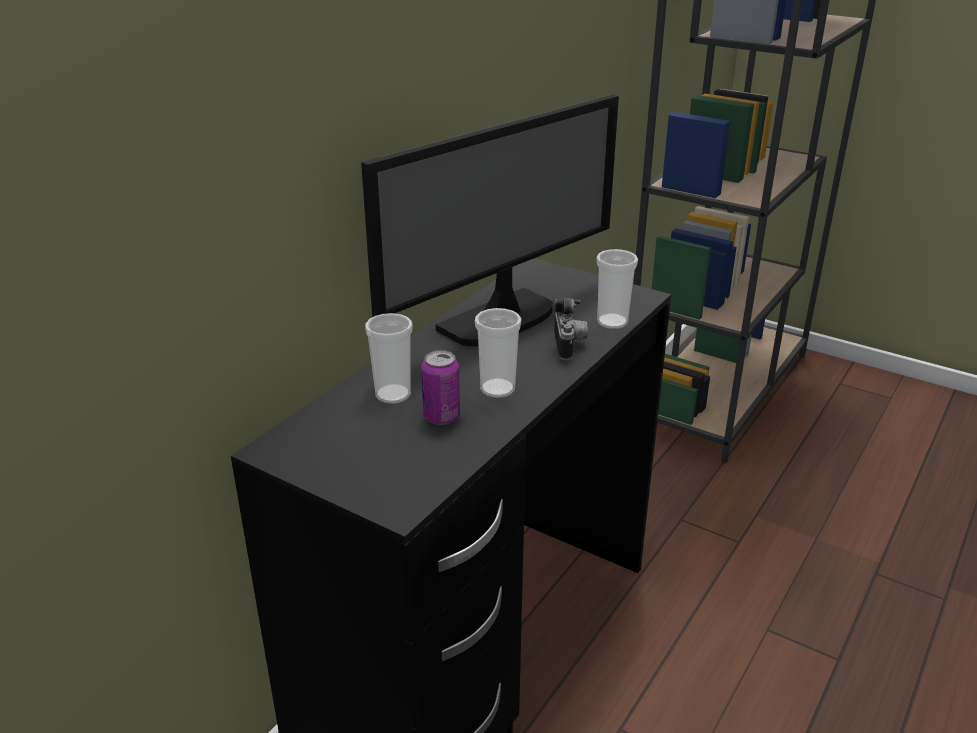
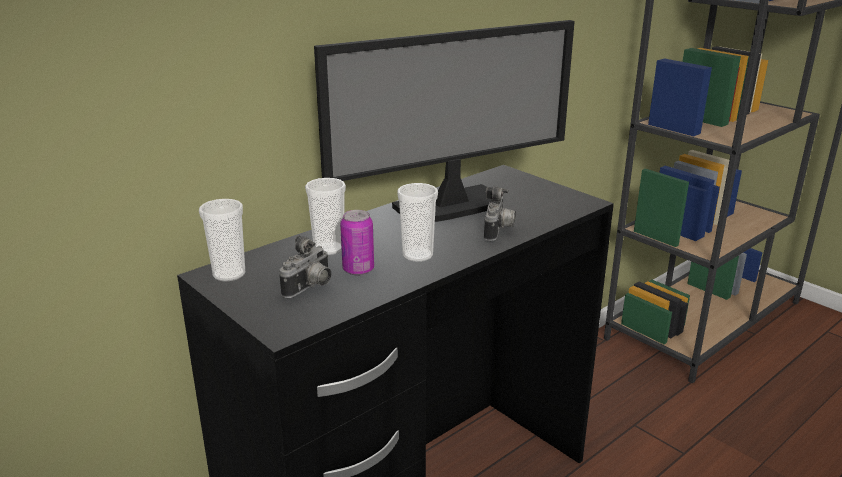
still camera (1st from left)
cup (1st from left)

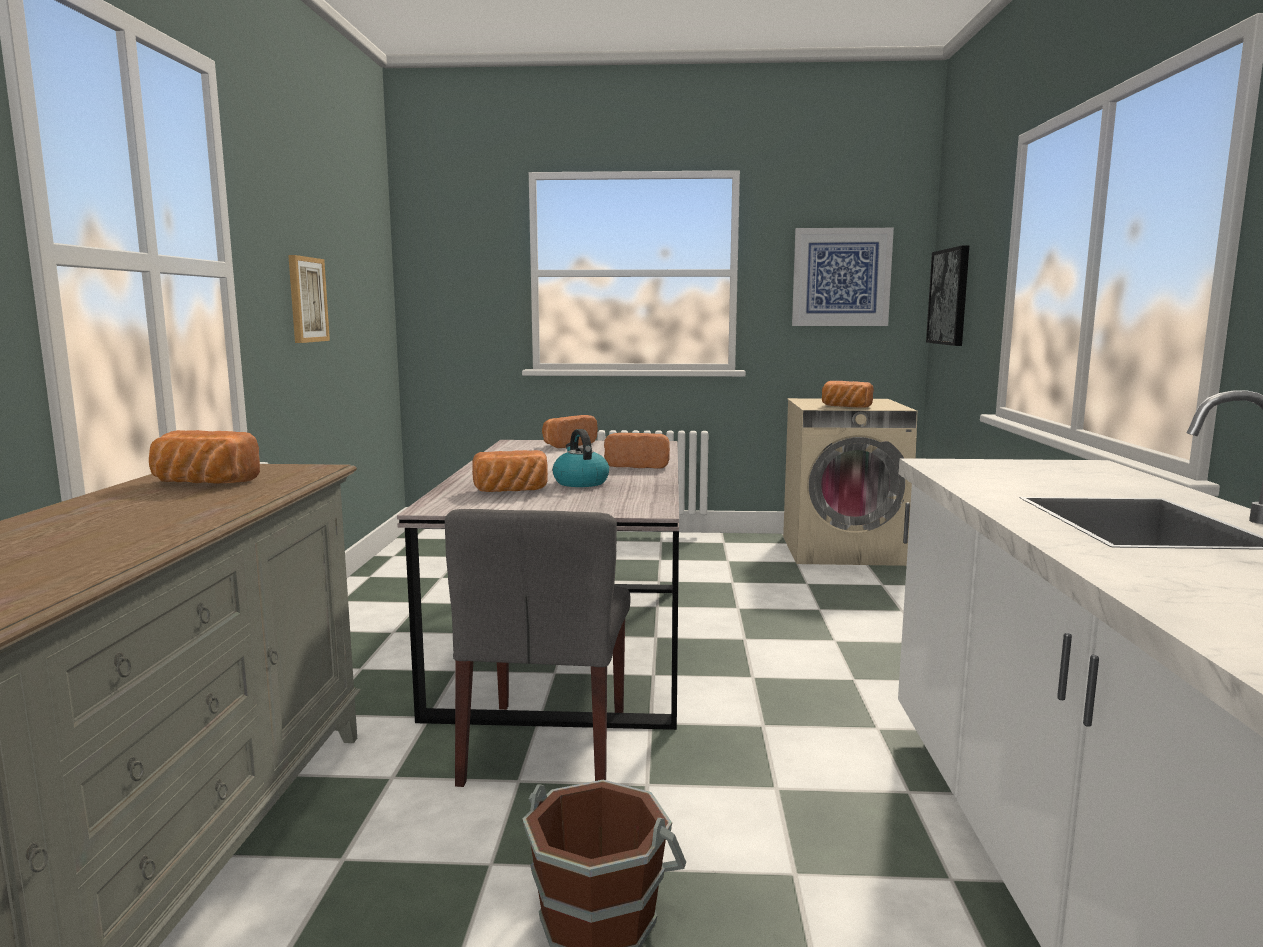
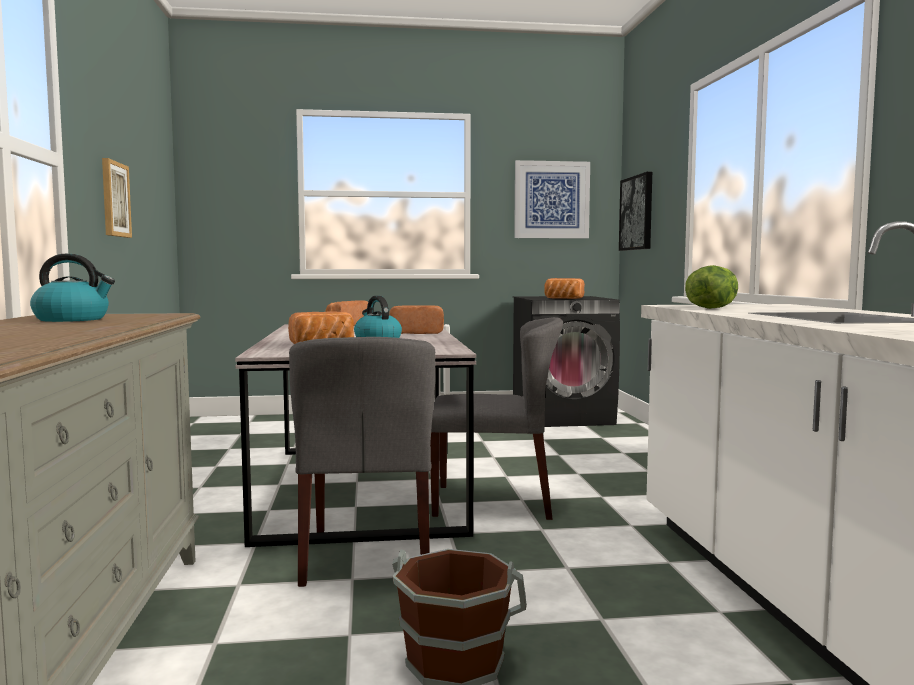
greyish upright chair (2nd from left)
lettuce
water kettle (1st from left)
black laundry machine

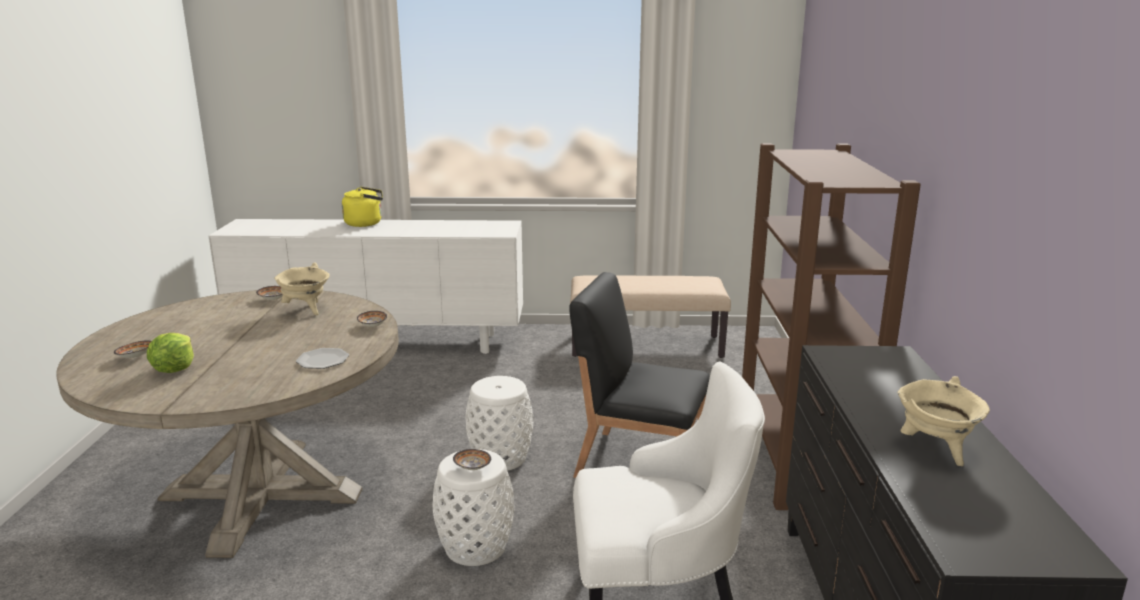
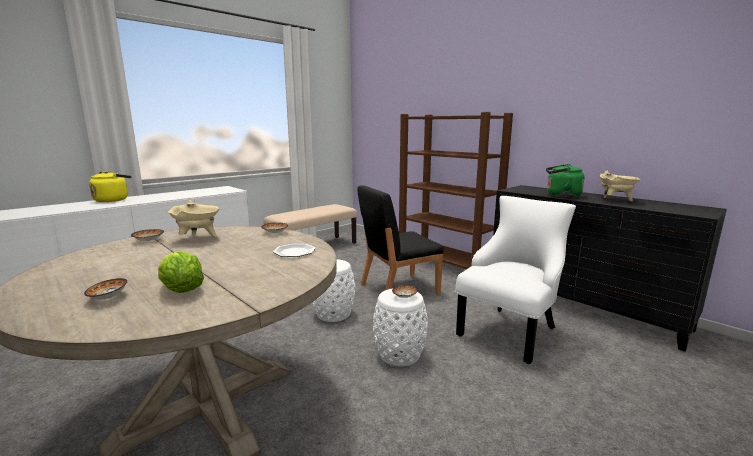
green-coloured water kettle

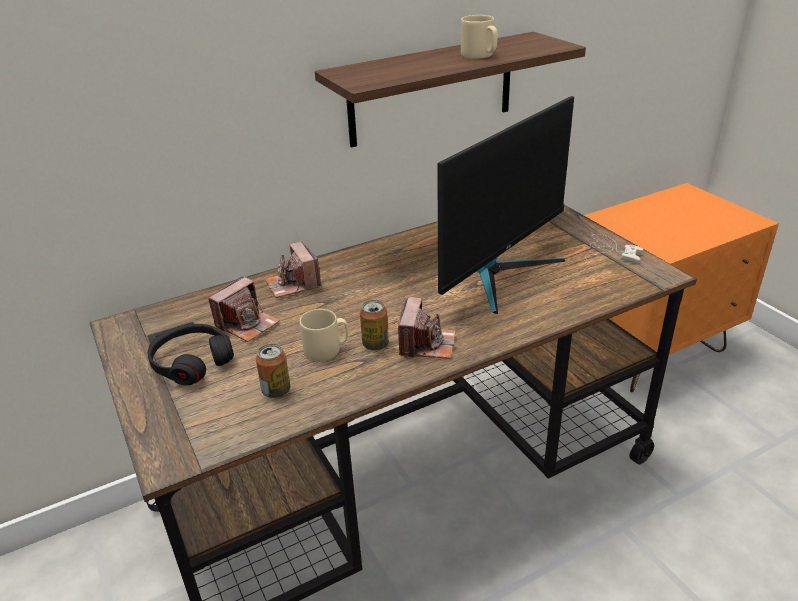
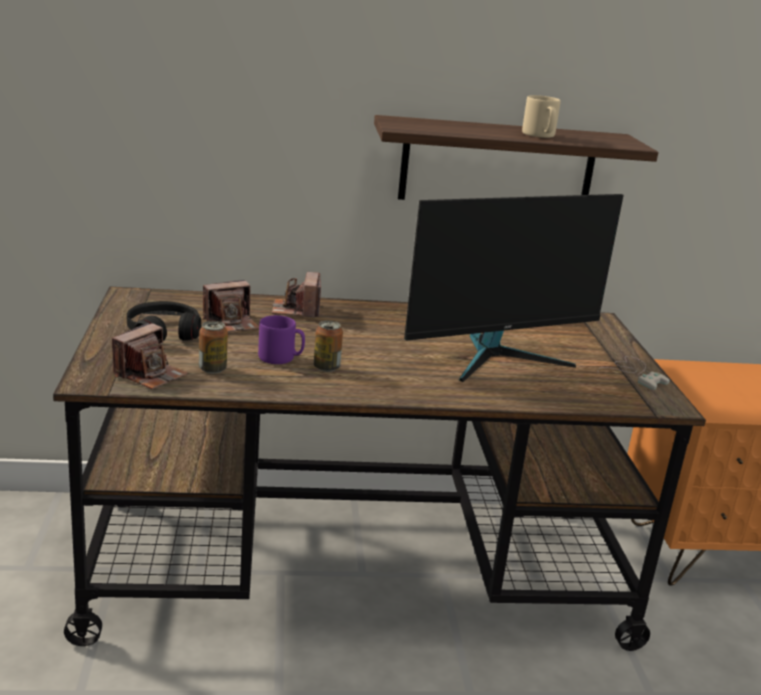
still camera (1st from left)
purplish mug

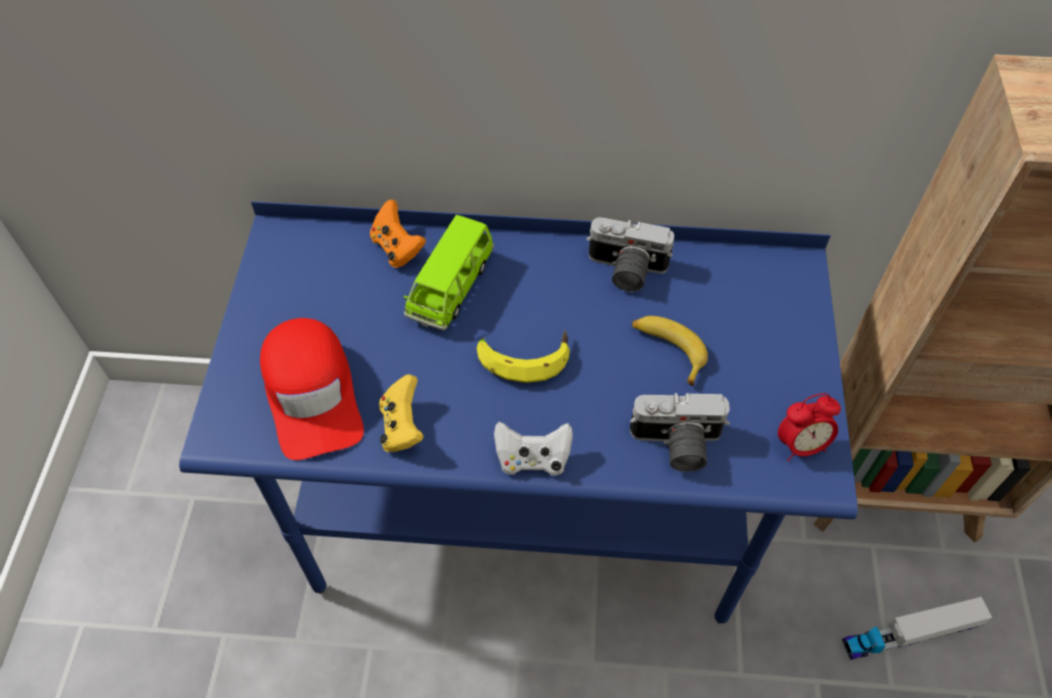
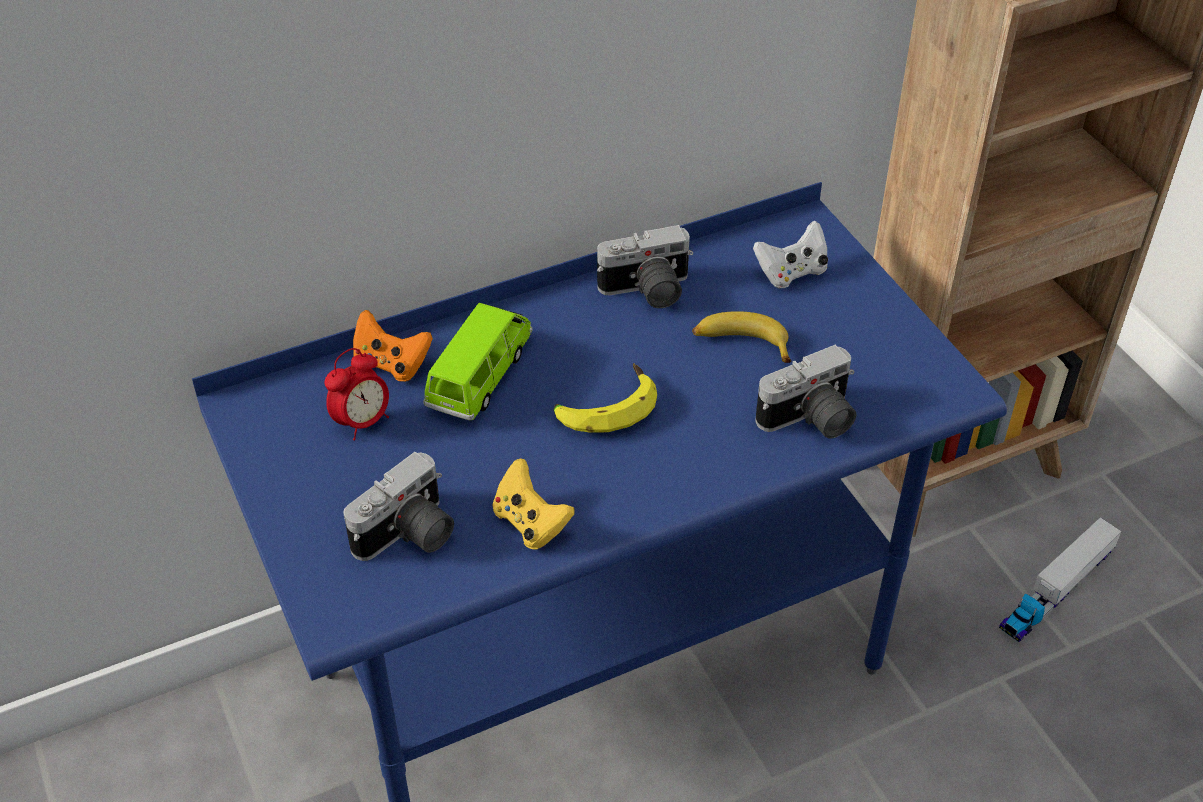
white-coloured gamepad
alarm clock
still camera (1st from left)
green-coloured miniature car

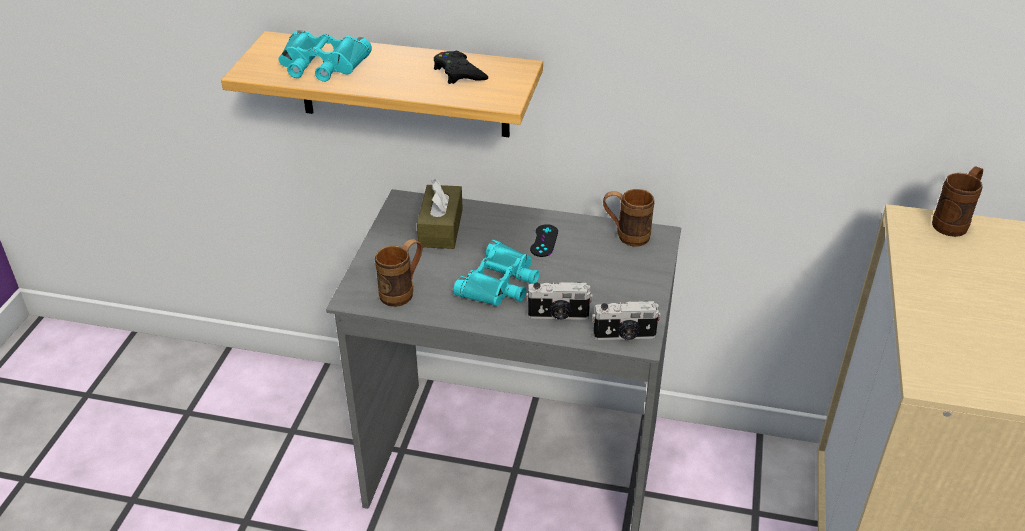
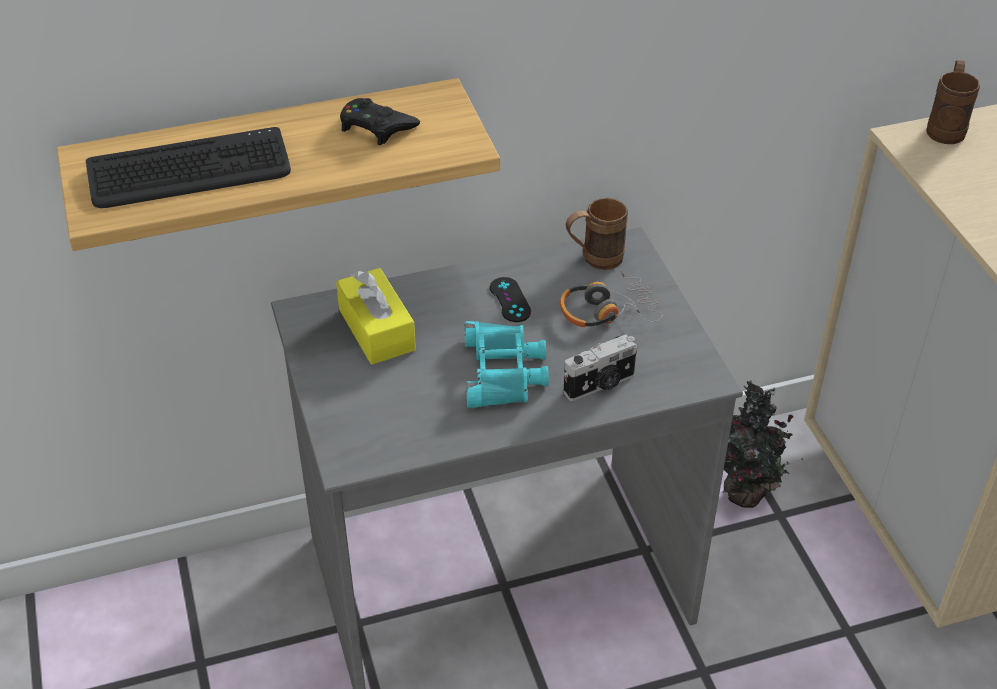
brown mug (1st from left in the first image)
still camera (2nd from left in the first image)
headphones
houseplant
computer keyboard
yellowish box of tissues

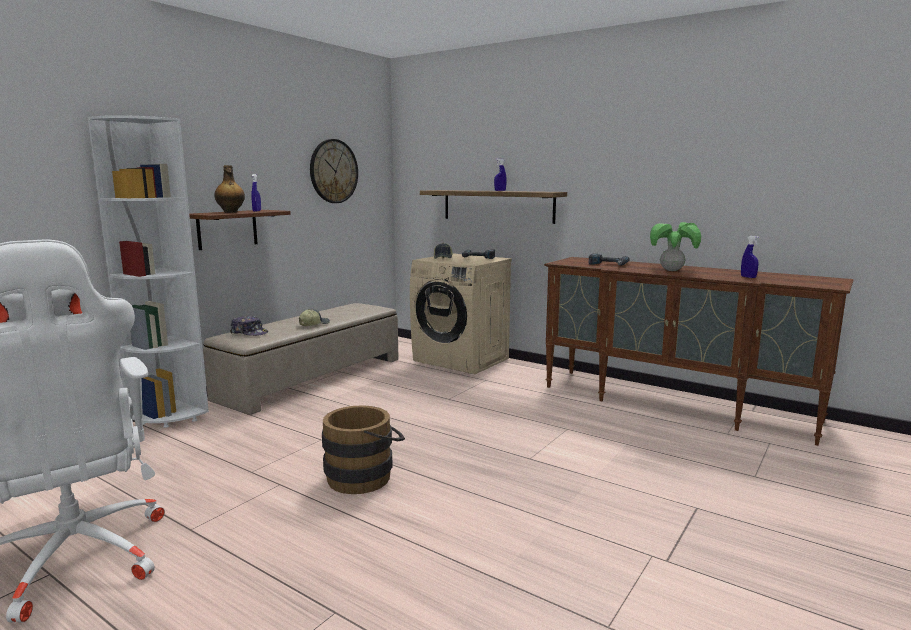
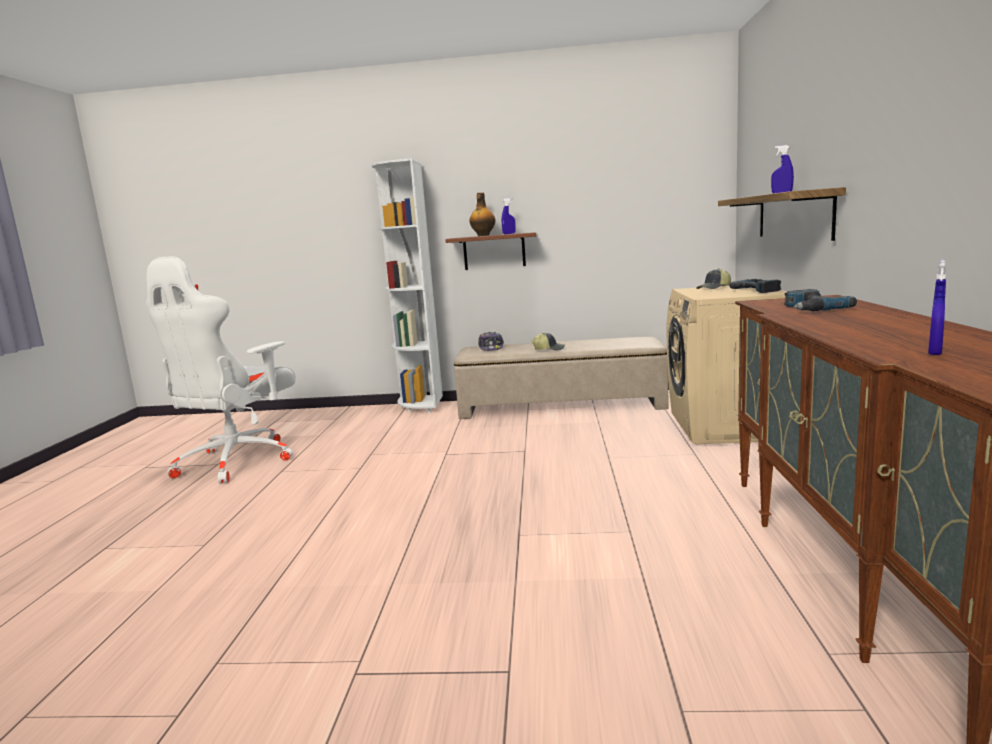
wall clock
brown bucket
houseplant

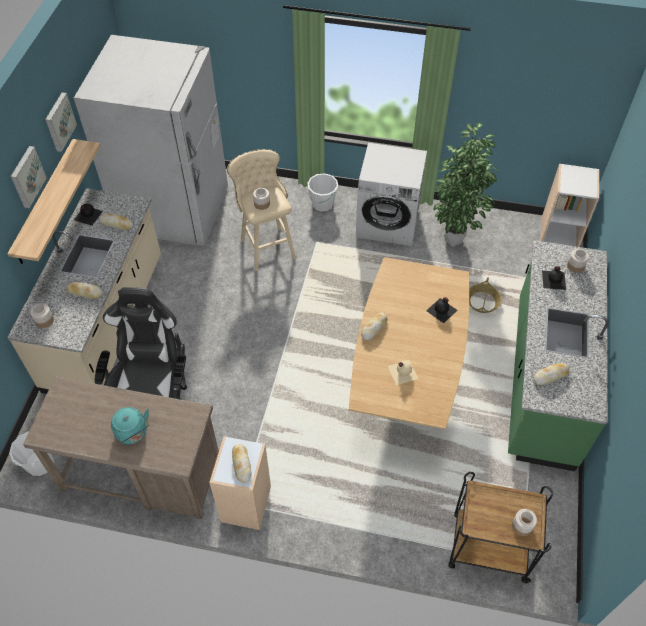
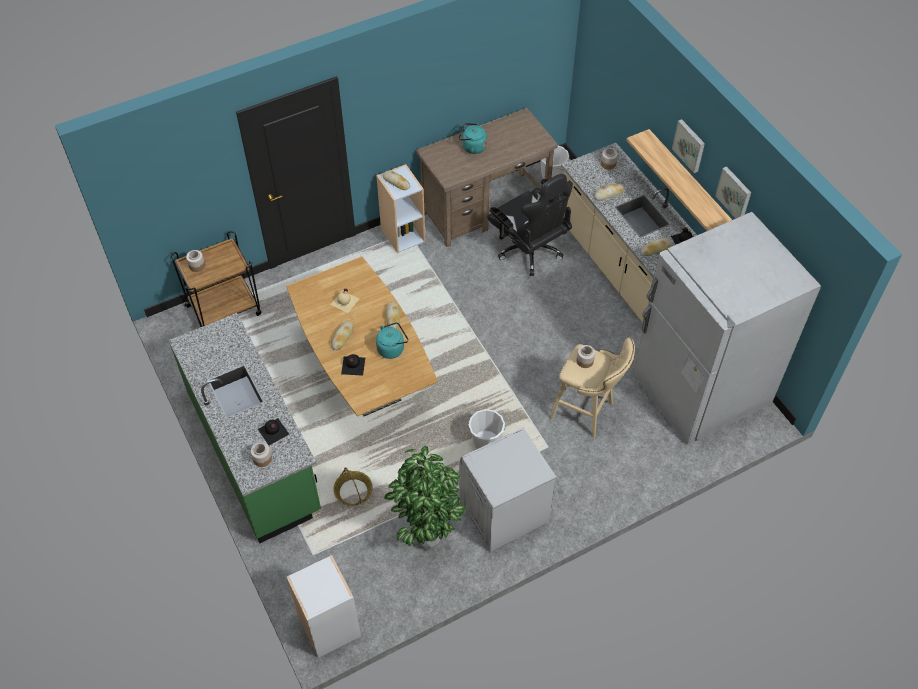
turquoise water kettle (1st from left)
white-coloured bucket (1st from left)
baked bread (1st from left)

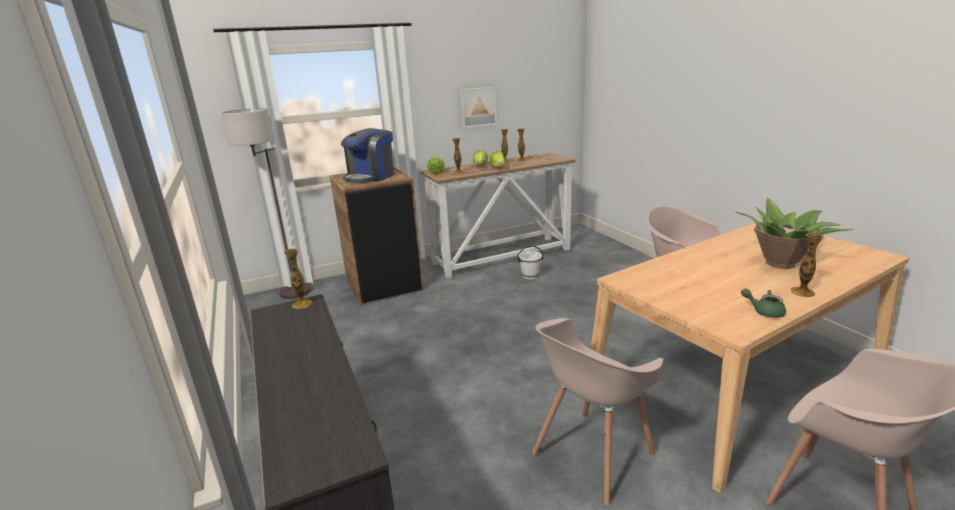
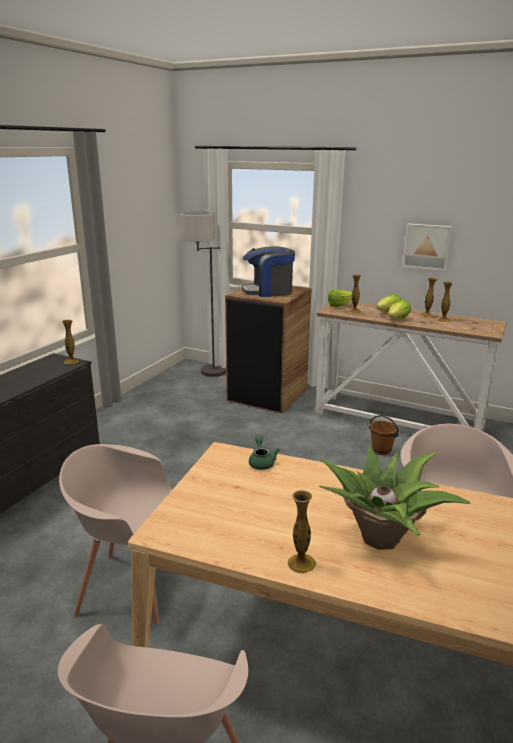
green-coloured pot for tea
brown bucket

